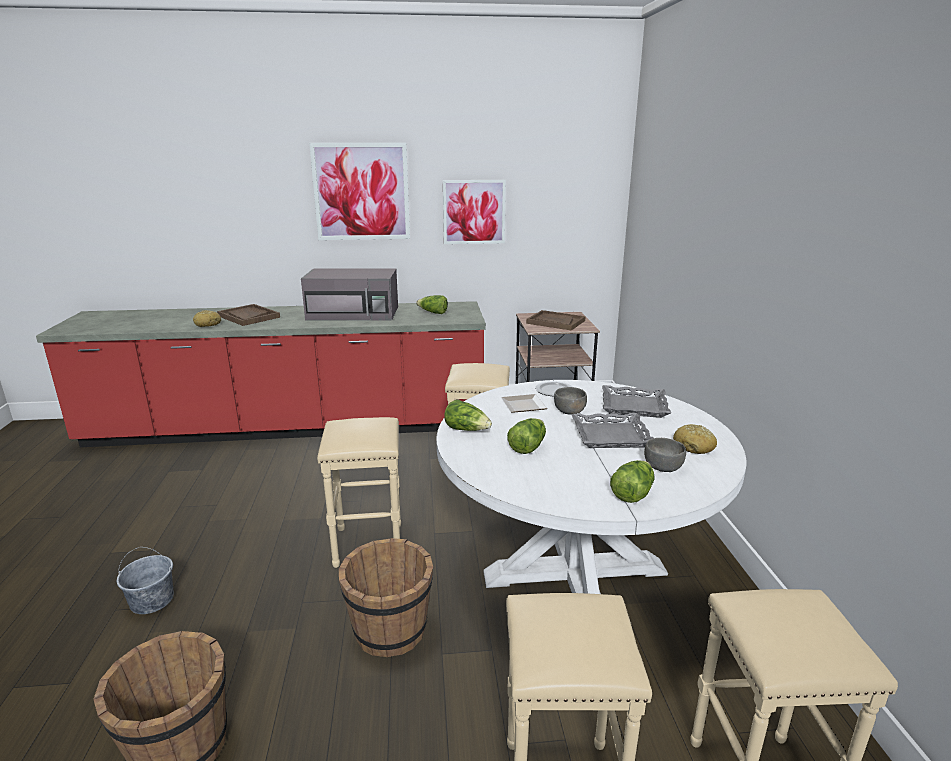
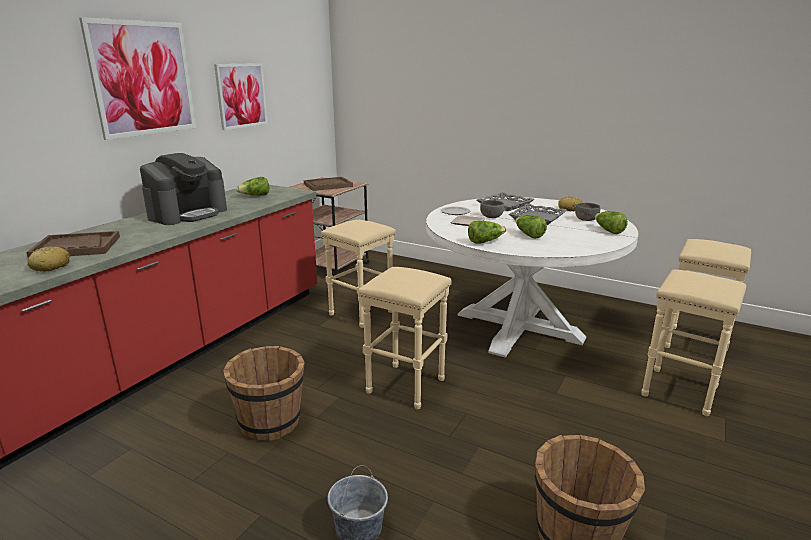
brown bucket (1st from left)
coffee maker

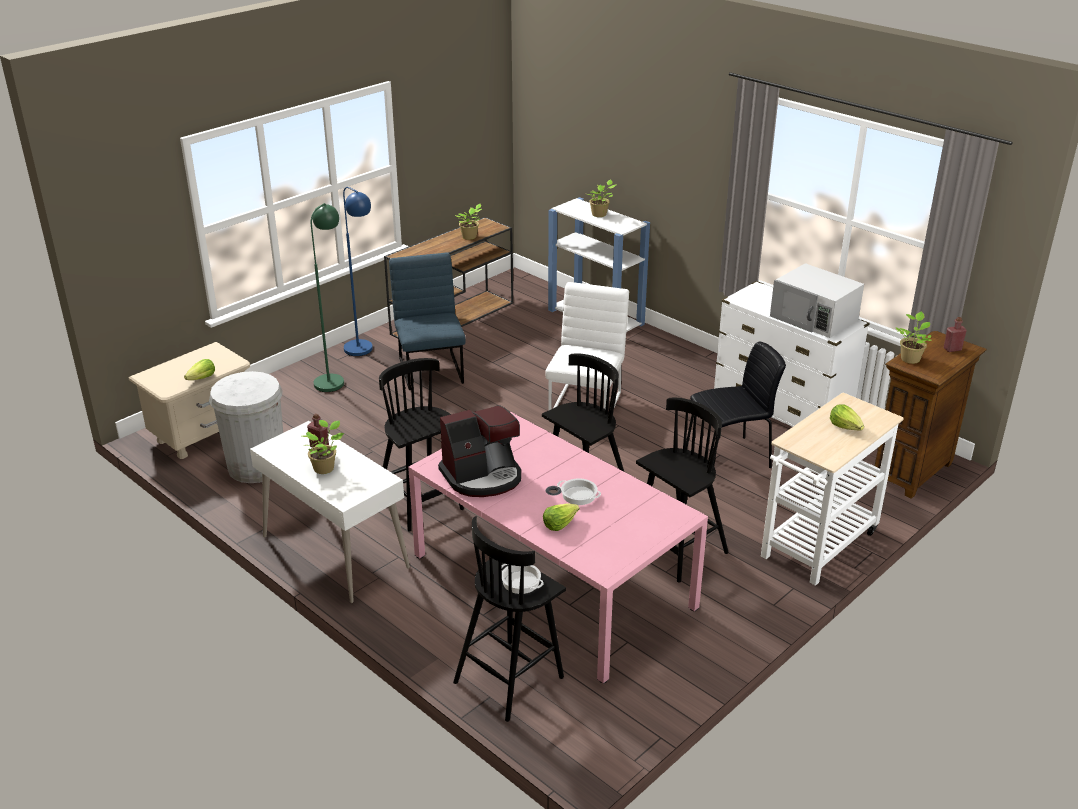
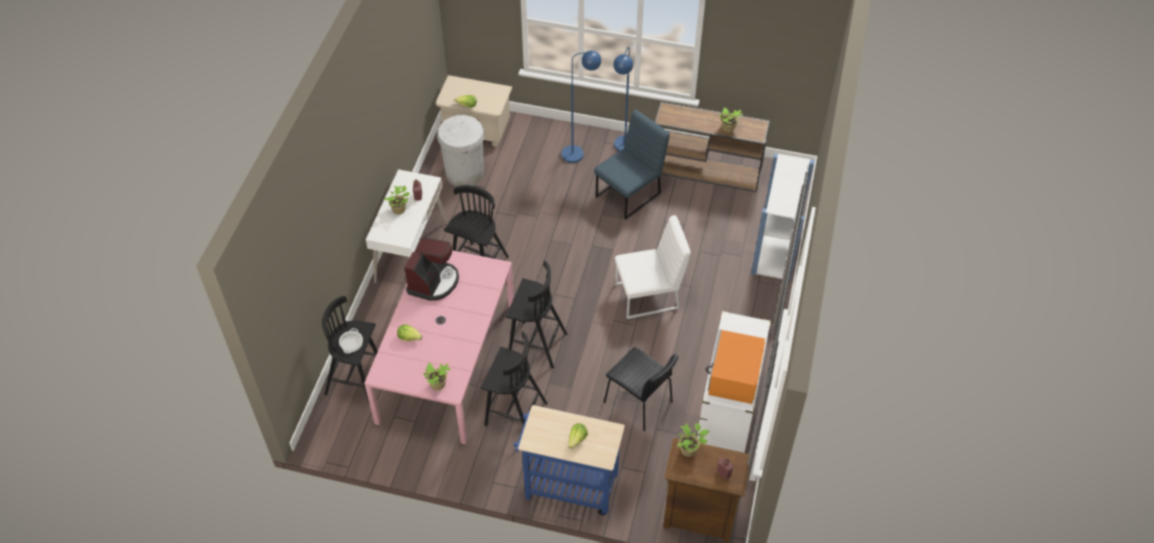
saucepot (2nd from left in the first image)
houseplant (2nd from left)
bluish standing lamp (1st from left)
bluish trolley
orangey microwave oven
coffee maker

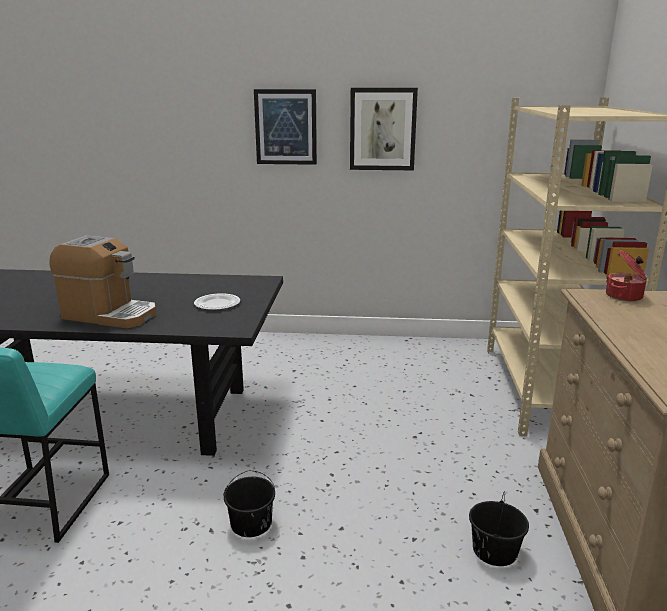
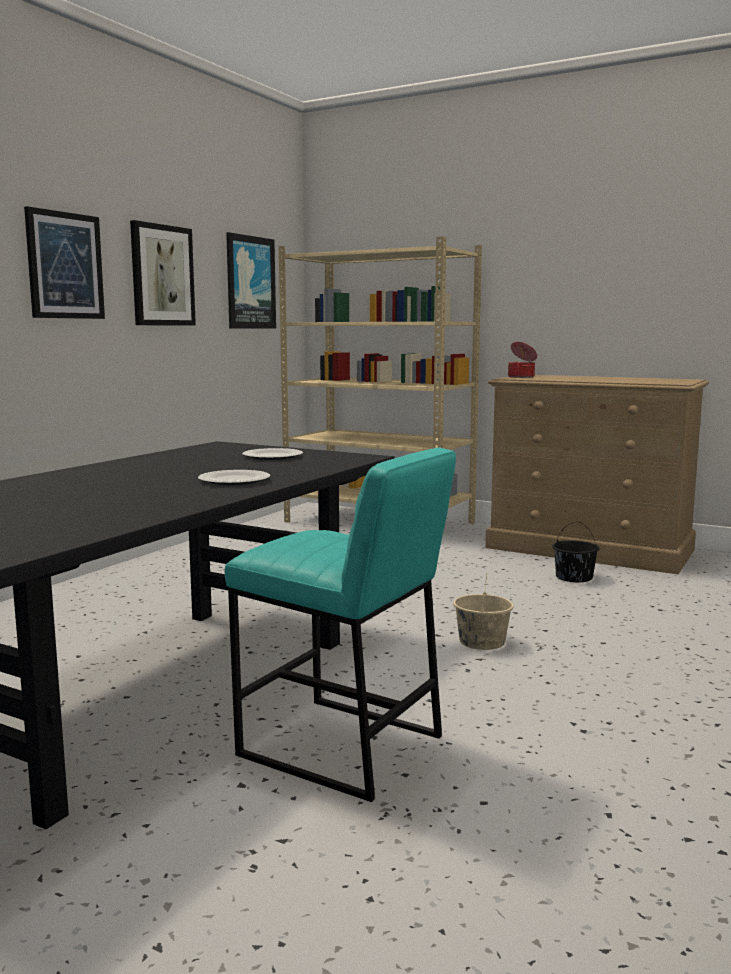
wall art (3rd from left)
plate (1st from left)
beige-coloured bucket

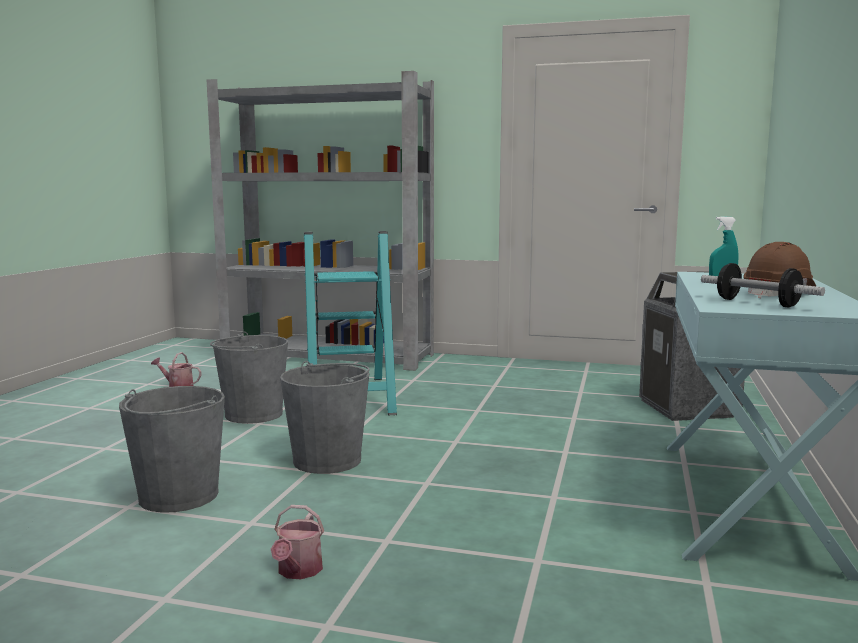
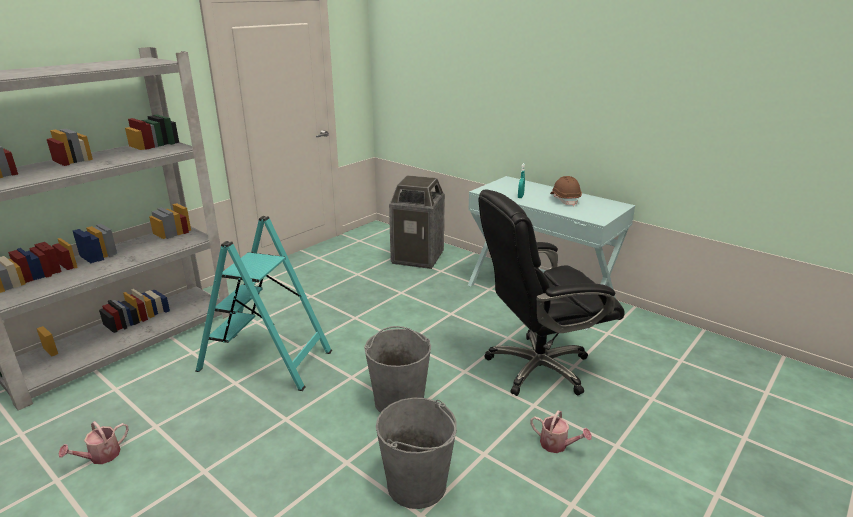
greyish bucket (2nd from left in the first image)
free weight
black office chair

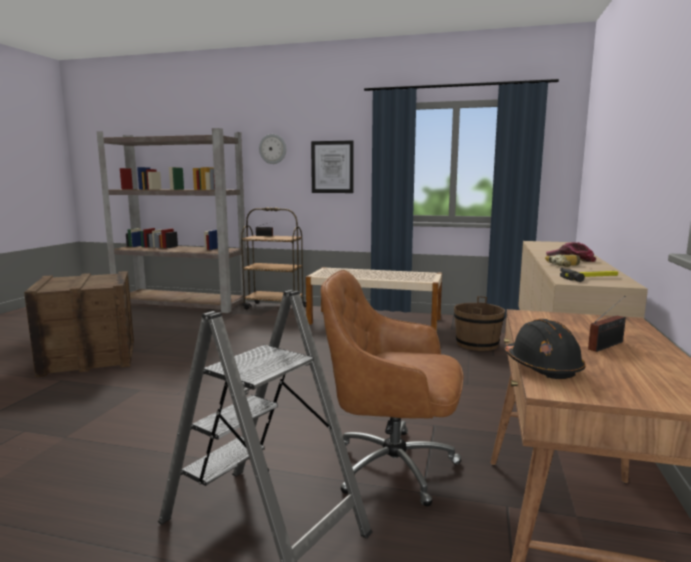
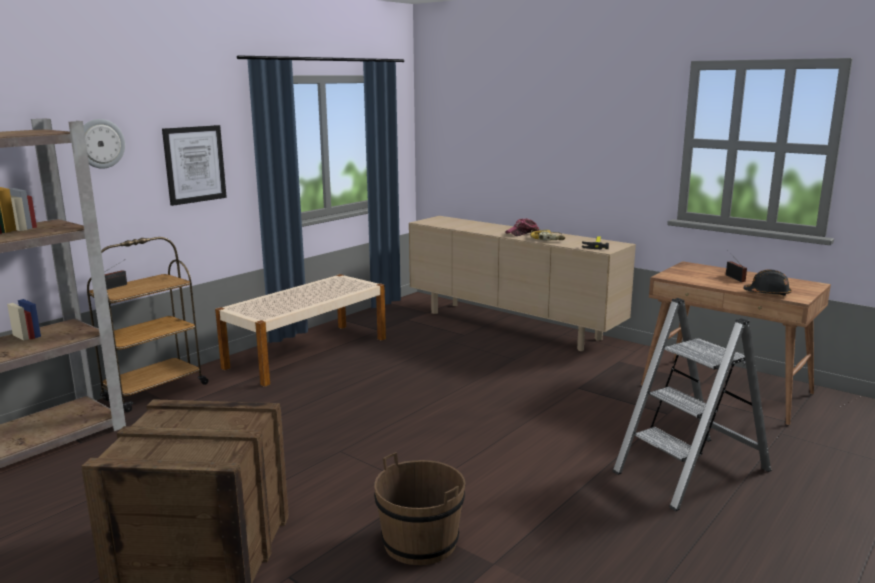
brown office chair
brown bucket

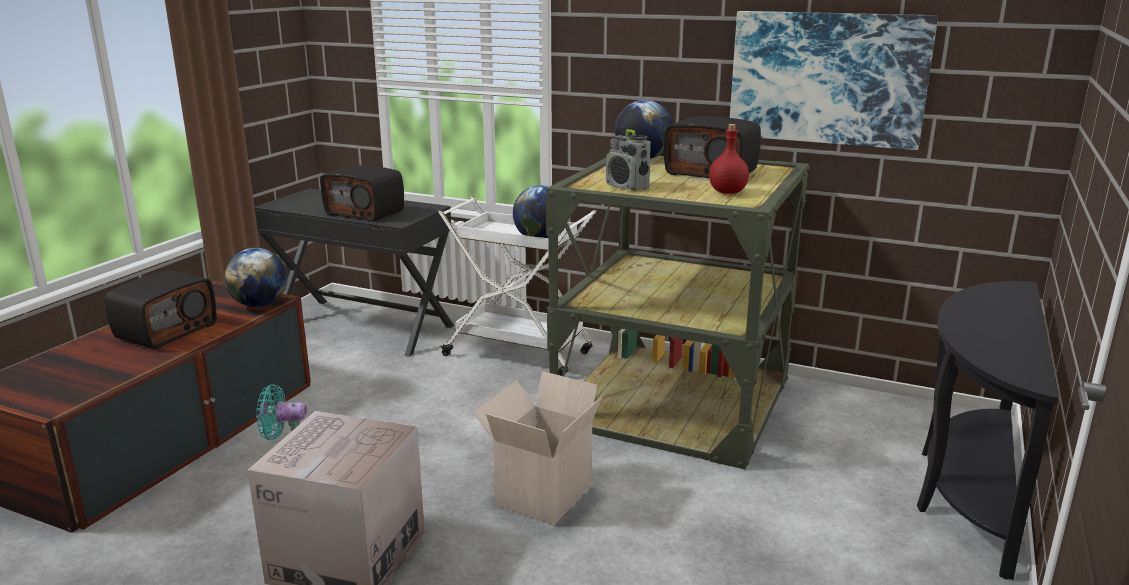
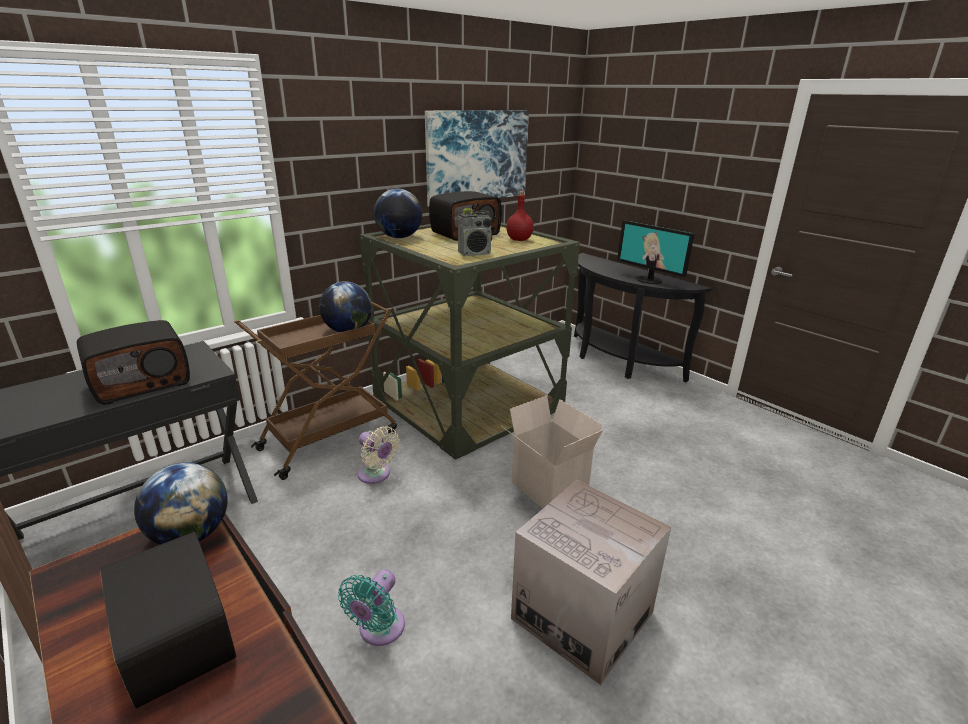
beige-coloured cooling fan
computer display
brown trolley

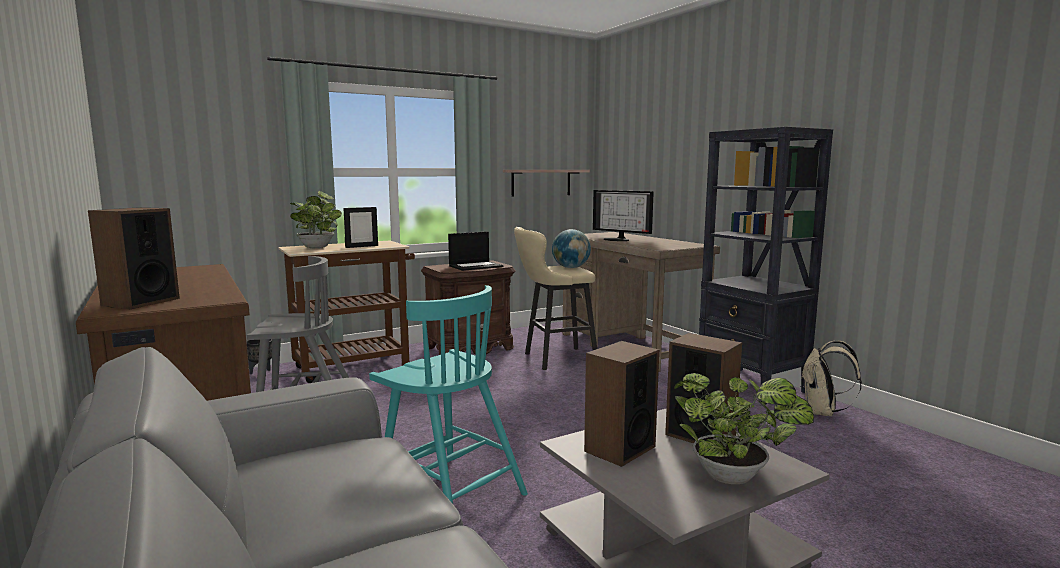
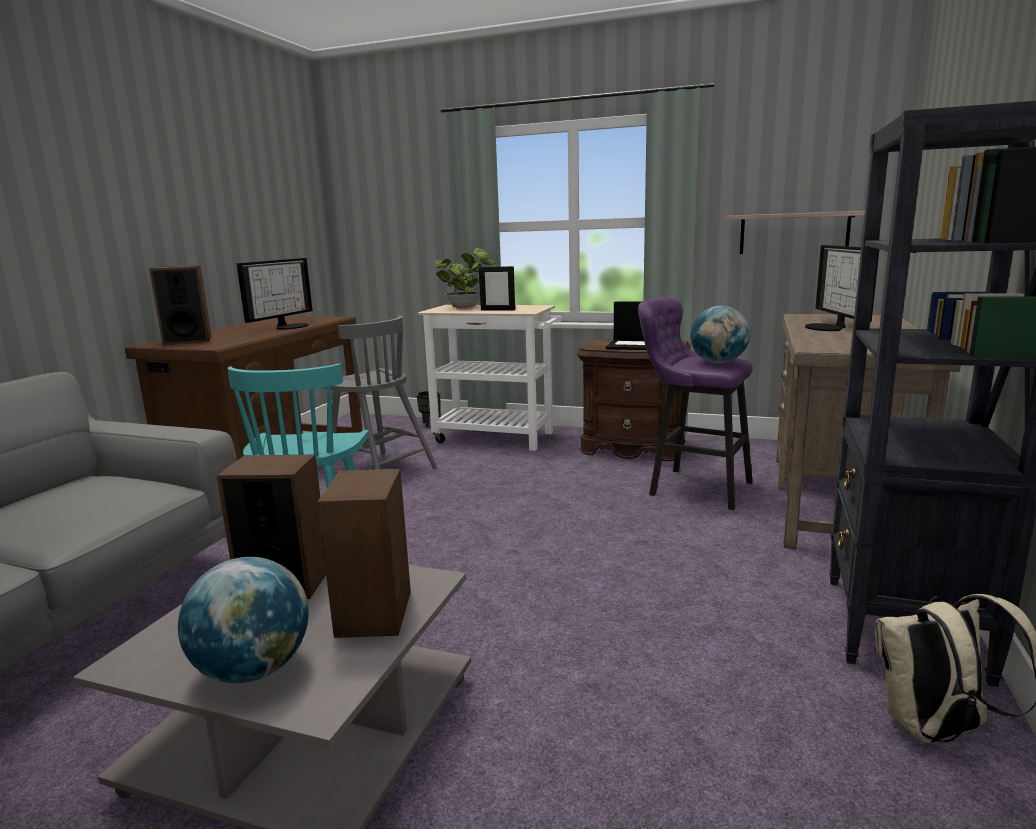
computer display (1st from left)
world globe (1st from left)
white-coloured trolley
purplish stool seat

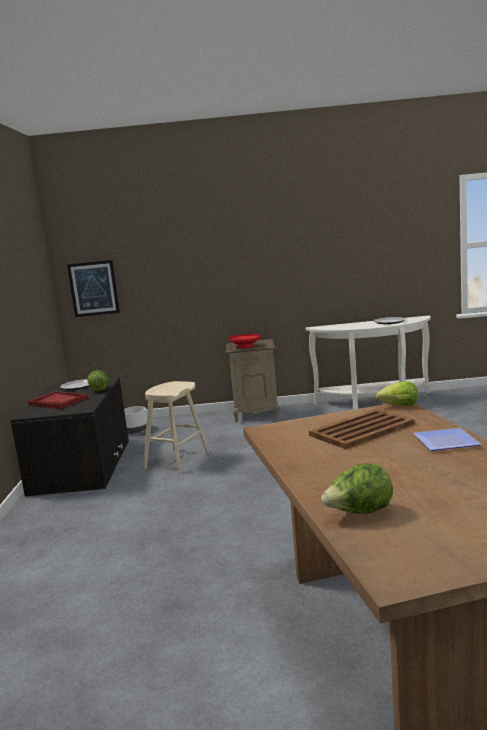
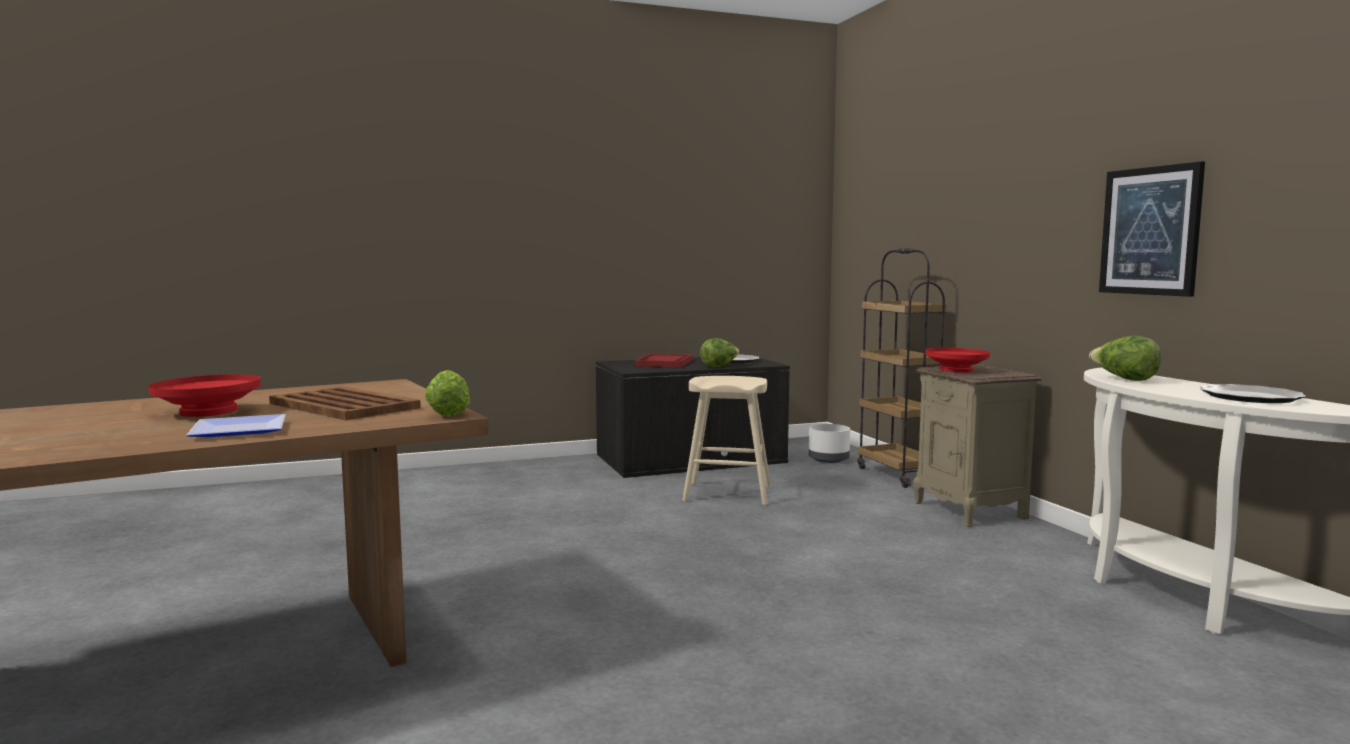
red serving bowl (1st from left)
brown trolley
wall art
lettuce (3rd from left)

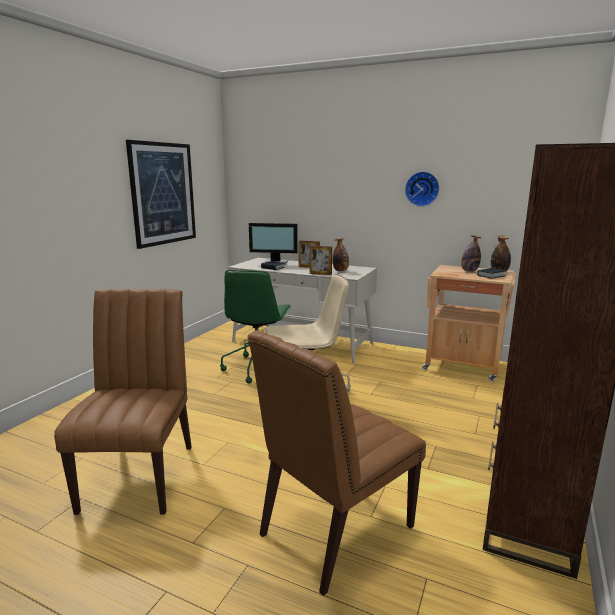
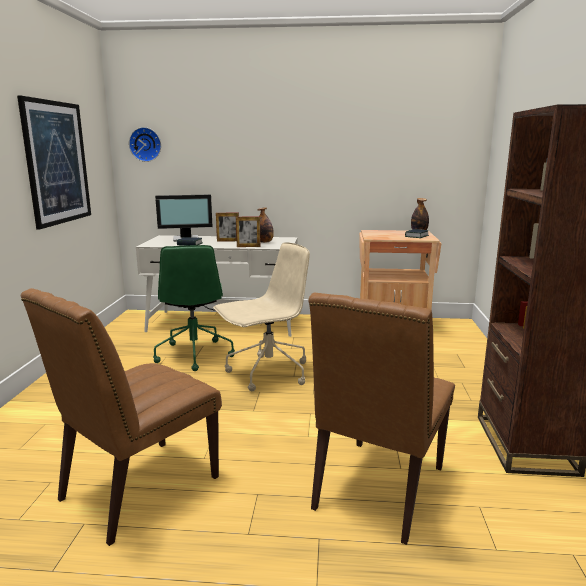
drink bottle (2nd from left in the first image)
wall clock
brown upright chair (1st from left)

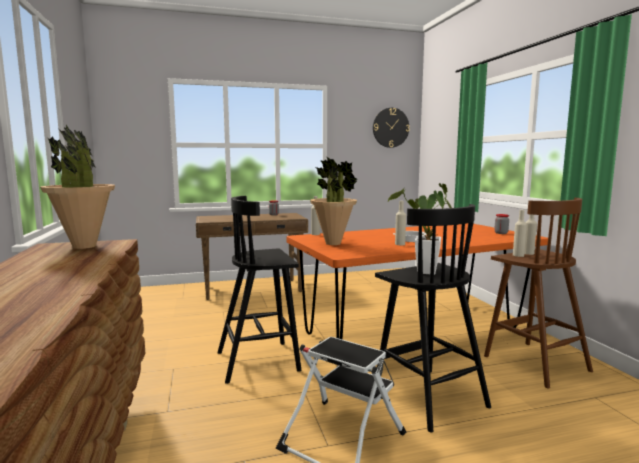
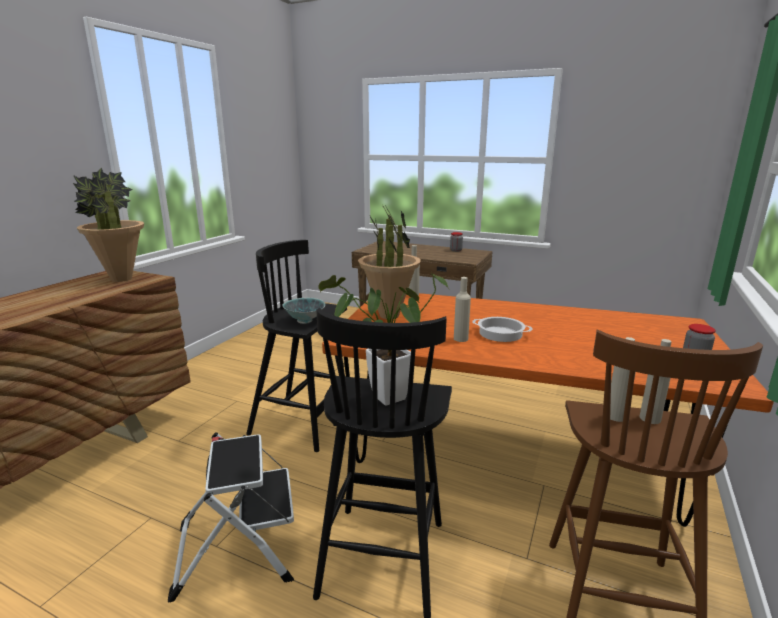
wall clock
serving bowl

